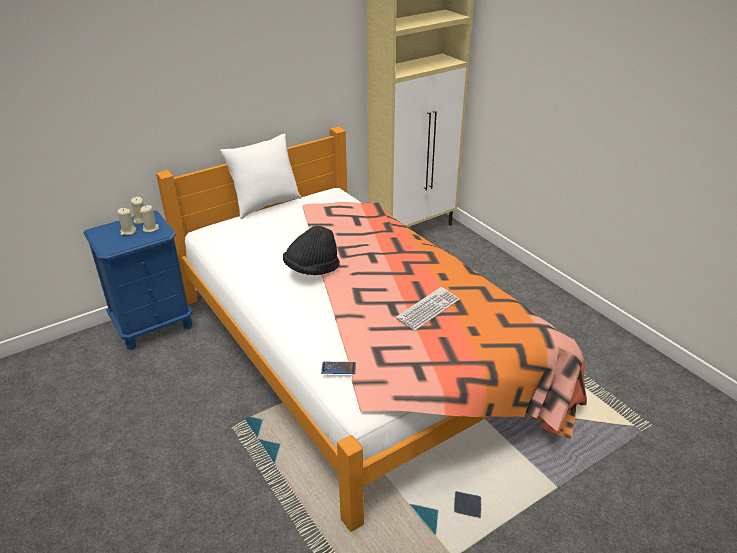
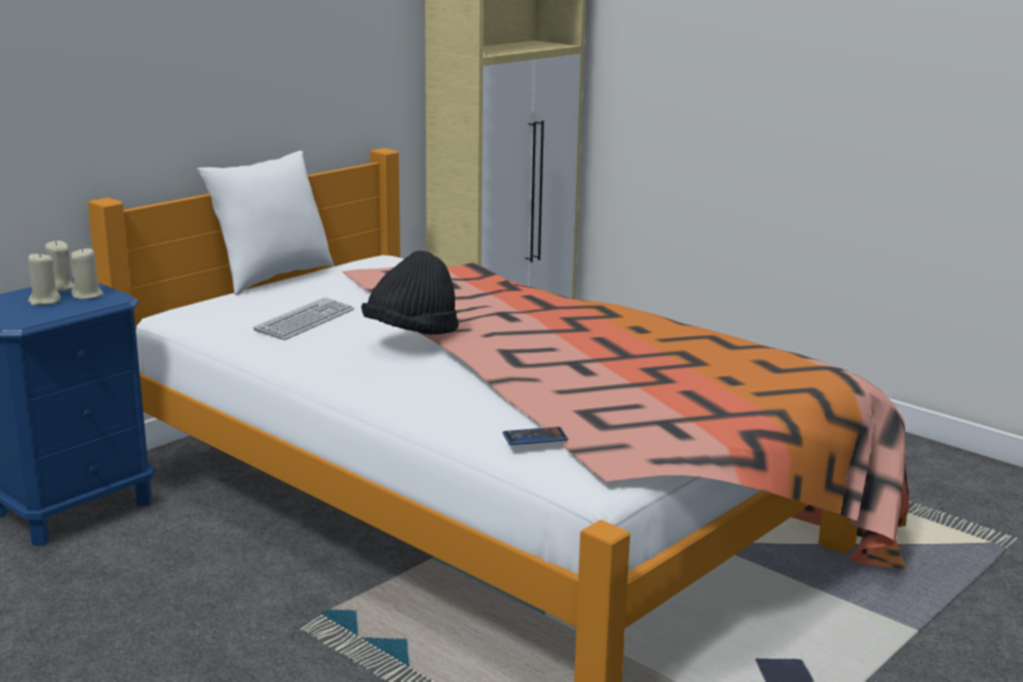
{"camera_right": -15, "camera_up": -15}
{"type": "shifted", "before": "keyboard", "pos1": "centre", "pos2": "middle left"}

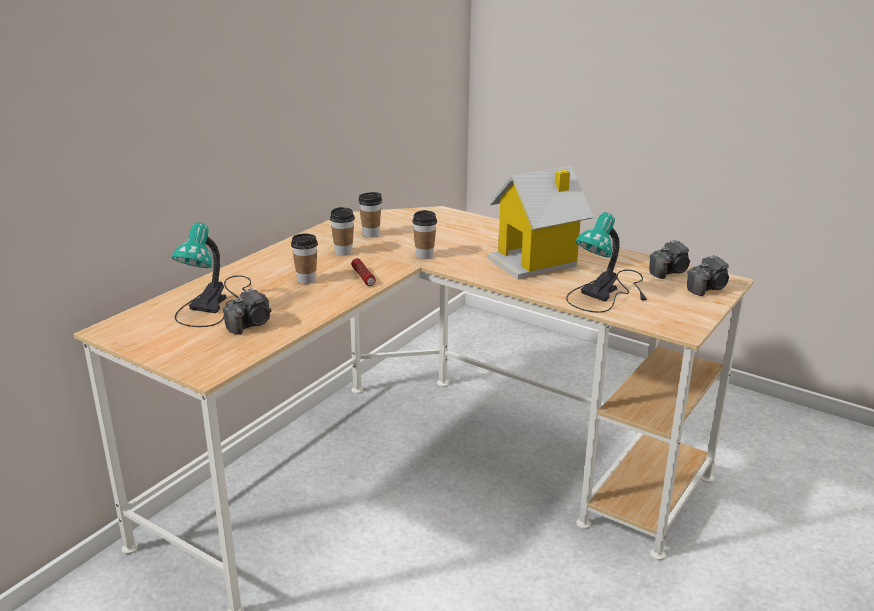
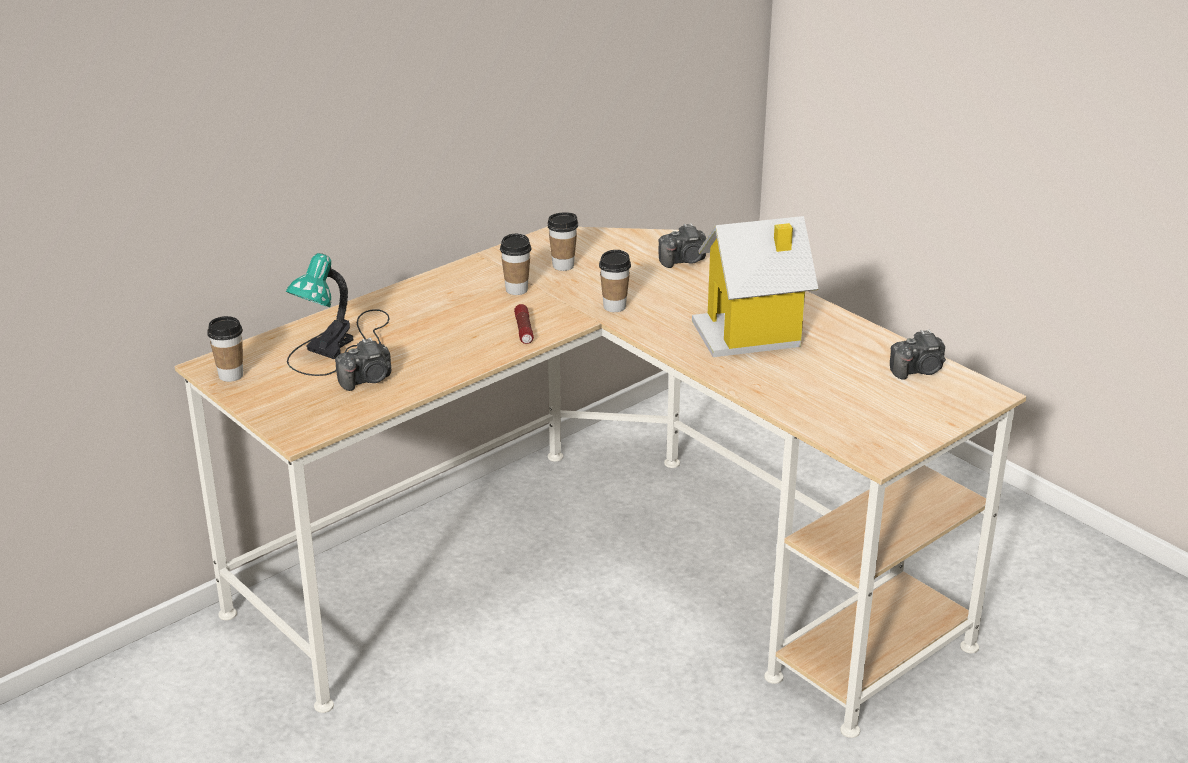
{"camera_right": 15, "camera_up": 5}
{"type": "shifted", "before": "cup (no. 1 from left)", "pos1": "centre", "pos2": "middle left"}
{"type": "gone", "before": "table lamp (no. 2 from left)", "pos1": "middle right"}
{"type": "shifted", "before": "photo camera (no. 3 from left in the first image)", "after": "photo camera (no. 2 from left)", "pos1": "middle right", "pos2": "top centre"}

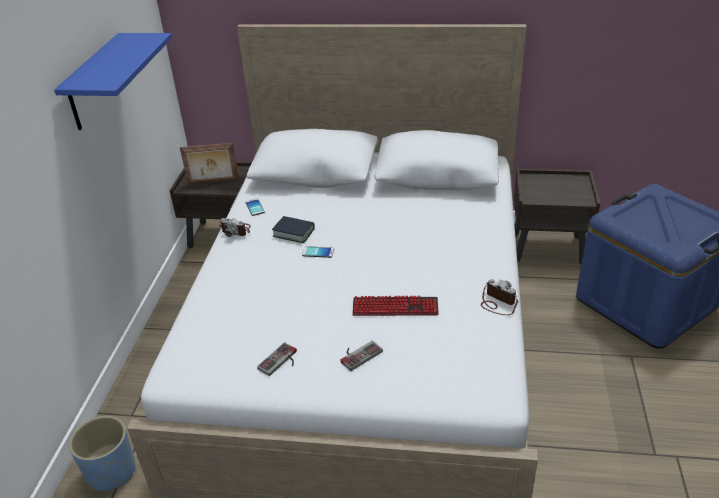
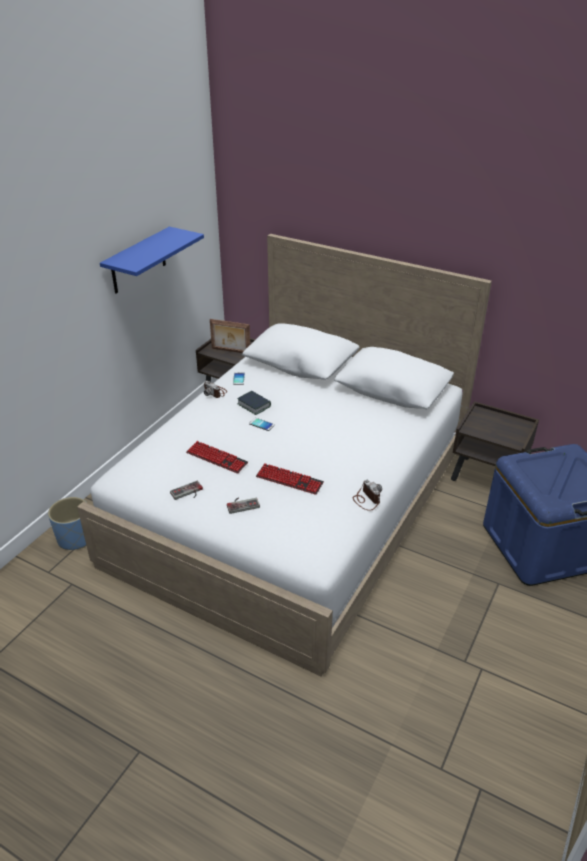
{"camera_right": 20, "camera_up": 0}
{"type": "new", "after": "keyboard (no. 1 from left)", "pos2": "centre"}

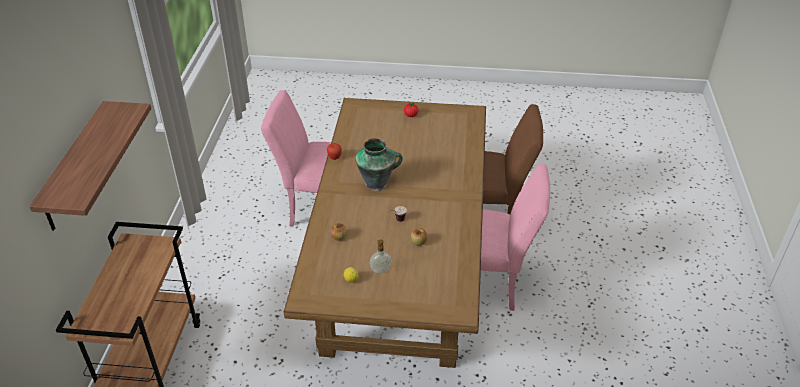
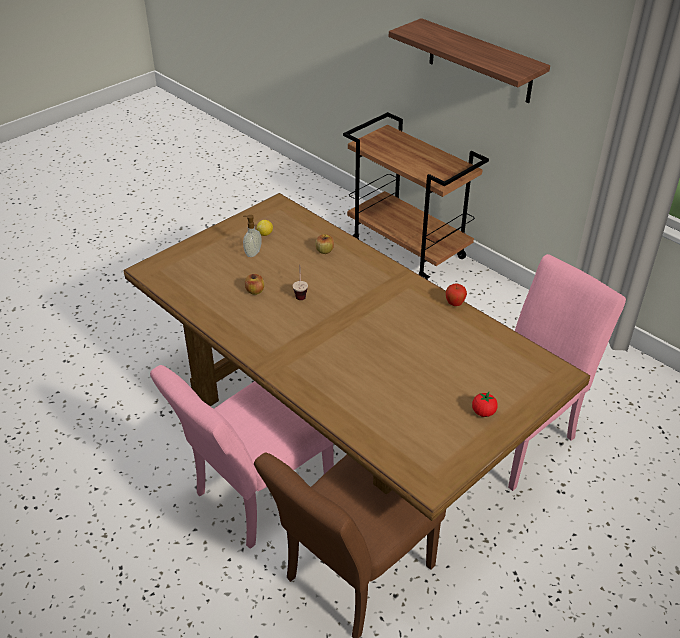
{"camera_right": 130, "camera_up": 0}
{"type": "gone", "before": "vase", "pos1": "centre"}

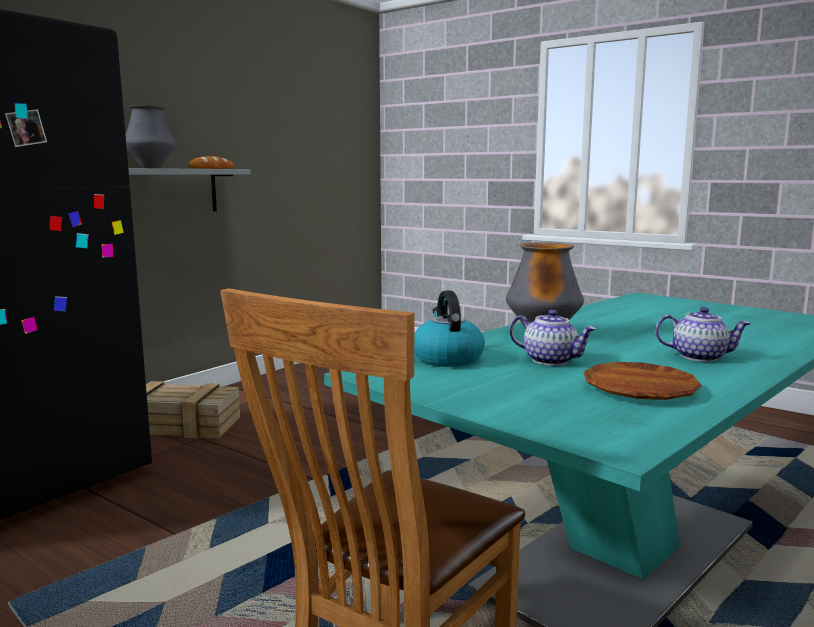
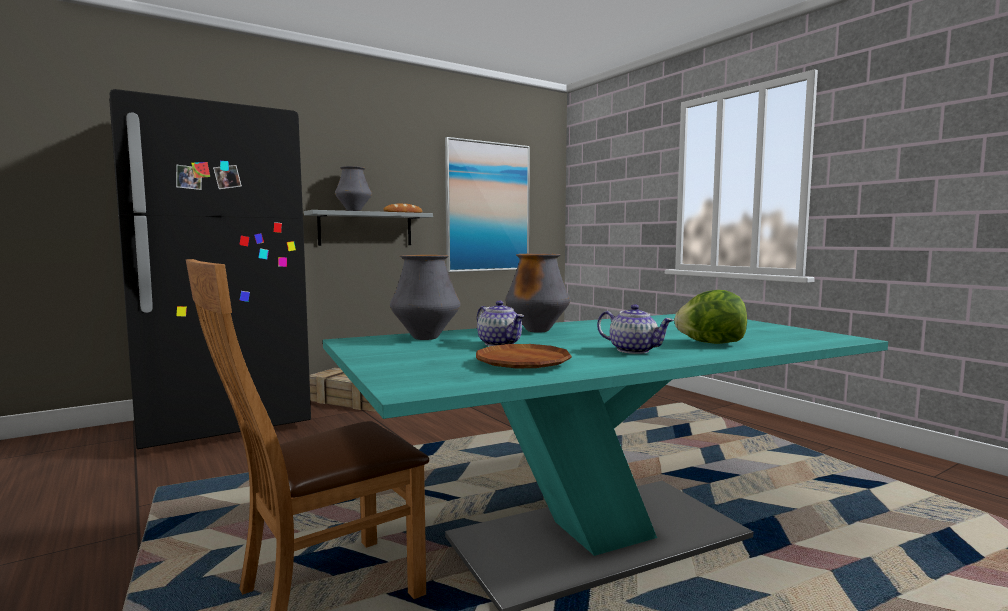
{"camera_right": 20, "camera_up": -5}
{"type": "swapped", "before": "kettle", "after": "vase (no. 2 from left)", "pos1": "centre", "pos2": "centre"}
{"type": "new", "after": "picture", "pos2": "centre"}
{"type": "new", "after": "lettuce", "pos2": "middle right"}

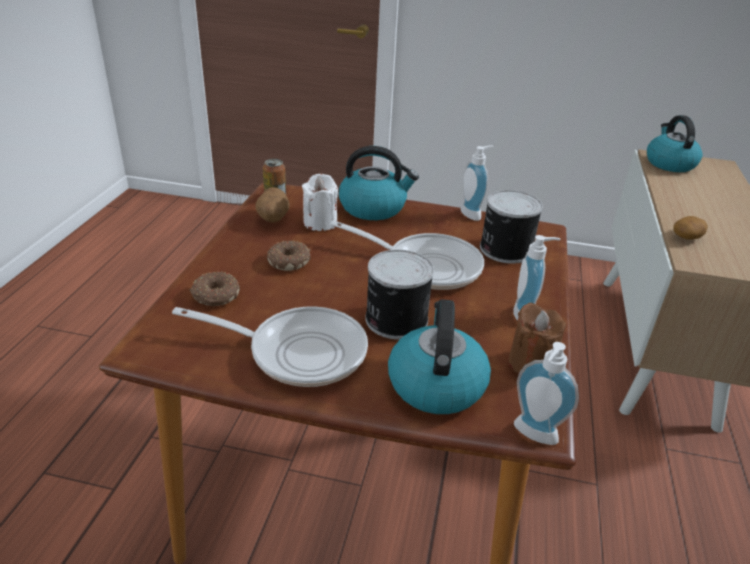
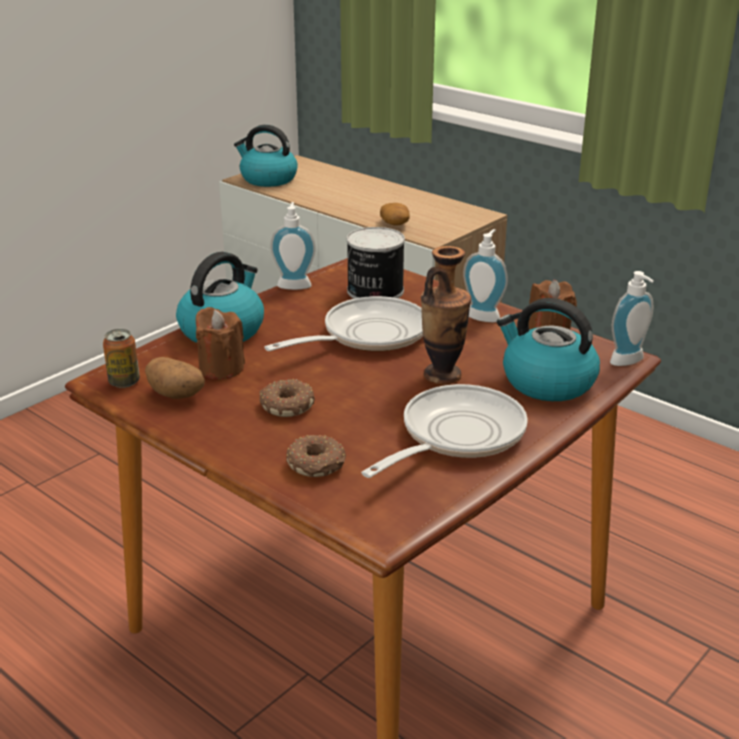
{"camera_right": -60, "camera_up": -5}
{"type": "repainted", "before": "candle (white)", "after": "candle (brown) (no. 1 from left)", "pos1": "centre", "pos2": "middle left"}
{"type": "swapped", "before": "can (no. 2 from left)", "after": "vase", "pos1": "centre", "pos2": "centre"}

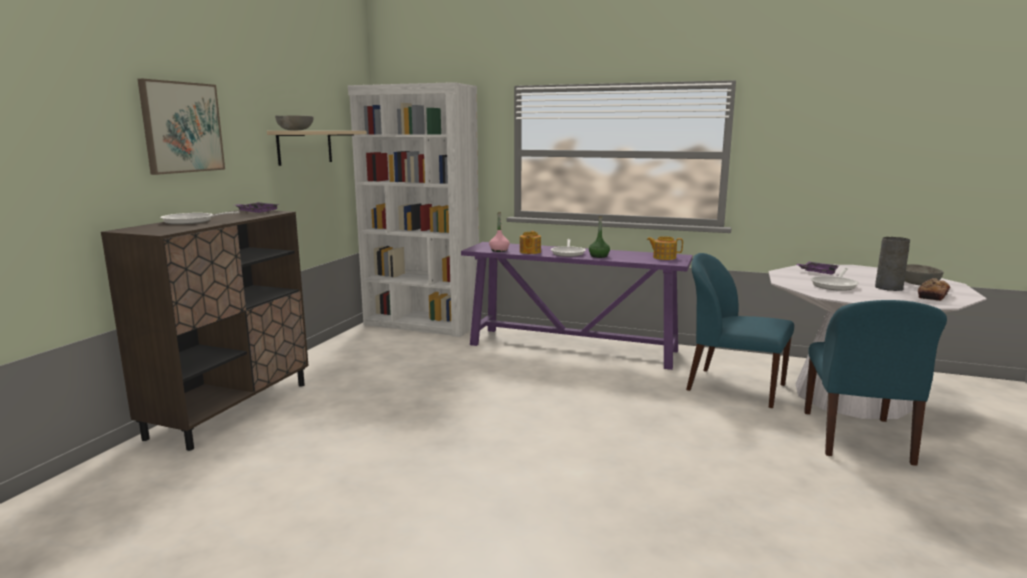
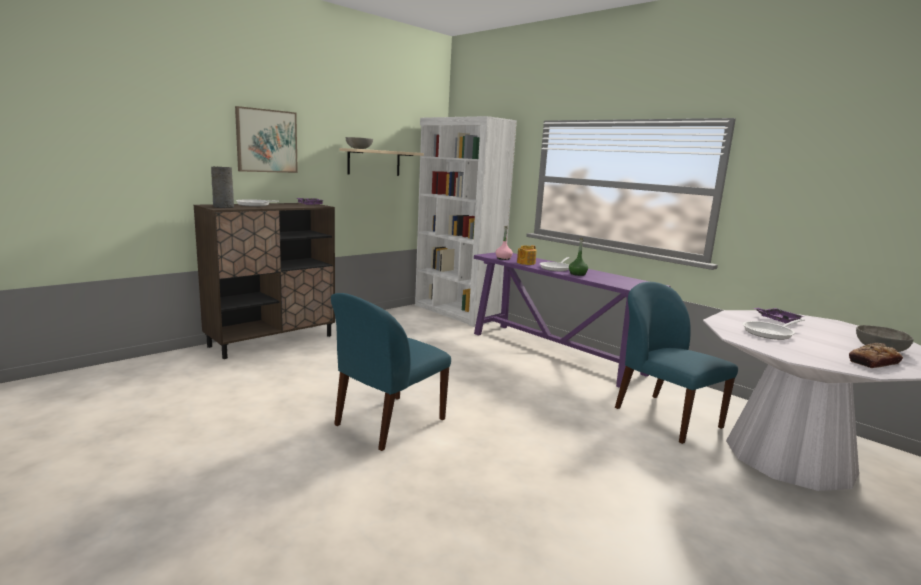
{"camera_right": 25, "camera_up": 0}
{"type": "gone", "before": "teapot (no. 2 from left)", "pos1": "centre"}
{"type": "shifted", "before": "chair (blue) (no. 2 from left in the first image)", "after": "chair (blue) (no. 1 from left)", "pos1": "middle right", "pos2": "centre"}
{"type": "shifted", "before": "vase (grey)", "pos1": "middle right", "pos2": "top left"}

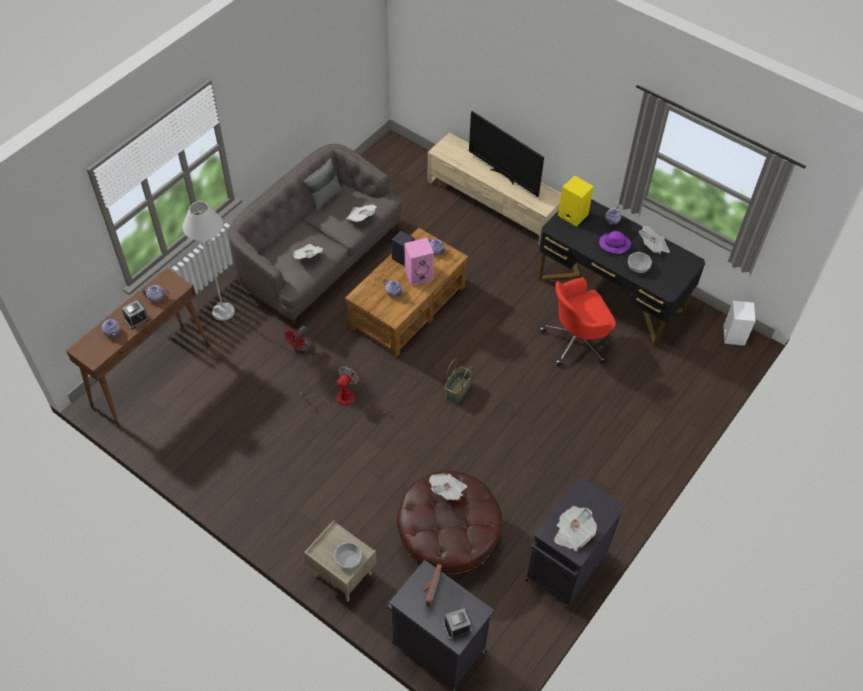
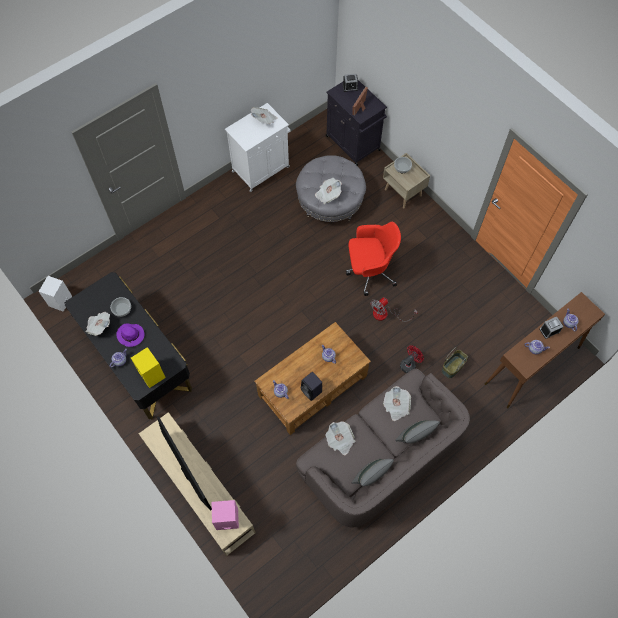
{"camera_right": -165, "camera_up": 10}
{"type": "gone", "before": "floor lamp (grey)", "pos1": "middle left"}
{"type": "repainted", "before": "ottoman (brown)", "after": "ottoman (grey)", "pos1": "bottom centre", "pos2": "top centre"}
{"type": "shifted", "before": "speaker (pink)", "pos1": "centre", "pos2": "bottom centre"}
{"type": "shifted", "before": "basket", "pos1": "centre", "pos2": "middle right"}
{"type": "repainted", "before": "cabinet (black) (no. 2 from left)", "after": "cabinet (white)", "pos1": "bottom right", "pos2": "top centre"}
{"type": "shifted", "before": "office chair (red)", "pos1": "middle right", "pos2": "centre"}
{"type": "new", "after": "pillow (grey) (no. 2 from left)", "pos2": "bottom right"}

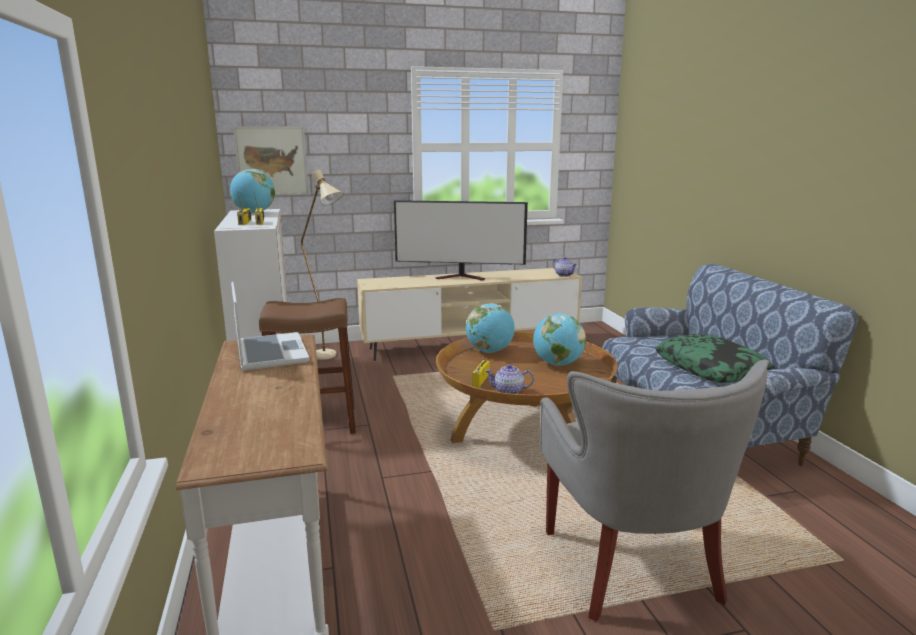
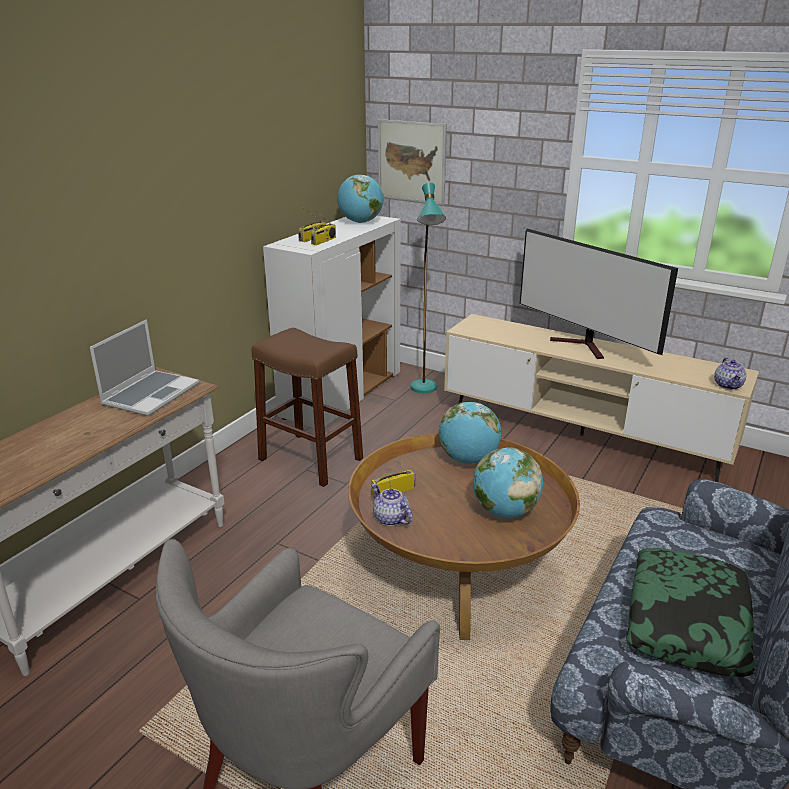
{"camera_right": 45, "camera_up": 10}
{"type": "repainted", "before": "floor lamp (beige)", "after": "floor lamp (turquoise)", "pos1": "centre", "pos2": "centre"}

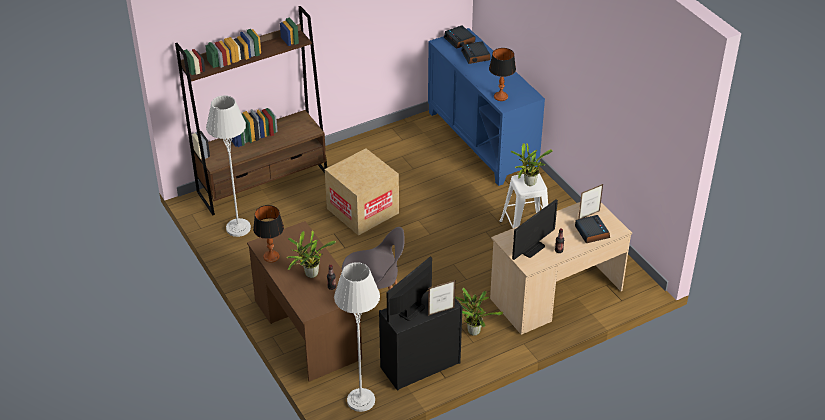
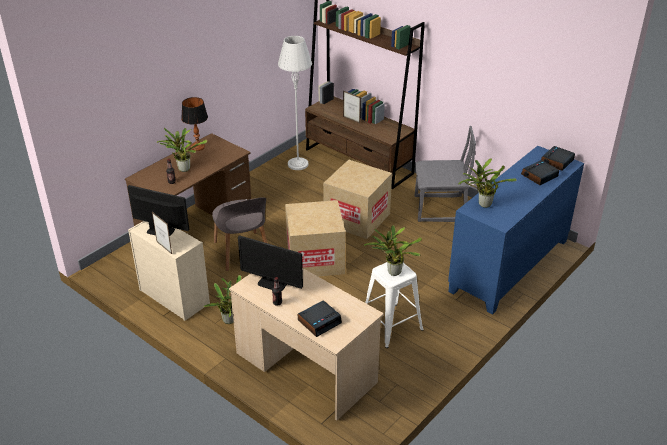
{"camera_right": 70, "camera_up": -5}
{"type": "gone", "before": "floor lamp (grey) (no. 2 from left)", "pos1": "bottom centre"}
{"type": "repainted", "before": "dresser (black)", "after": "dresser (beige)", "pos1": "bottom centre", "pos2": "middle left"}
{"type": "swapped", "before": "table lamp (no. 2 from left)", "after": "potted plant (no. 4 from left)", "pos1": "top centre", "pos2": "middle right"}
{"type": "shifted", "before": "picture frame (no. 2 from left)", "pos1": "middle right", "pos2": "top centre"}
{"type": "new", "after": "cardboard box (no. 1 from left)", "pos2": "centre"}
{"type": "new", "after": "chair (grey) (no. 2 from left)", "pos2": "middle right"}

